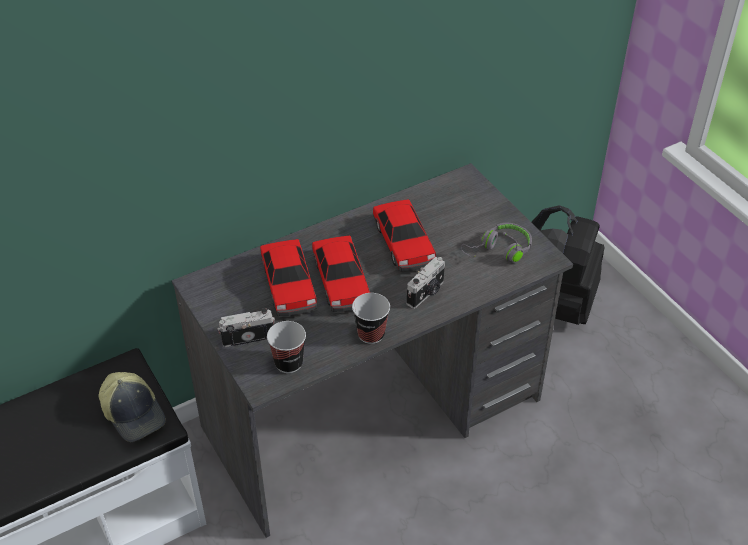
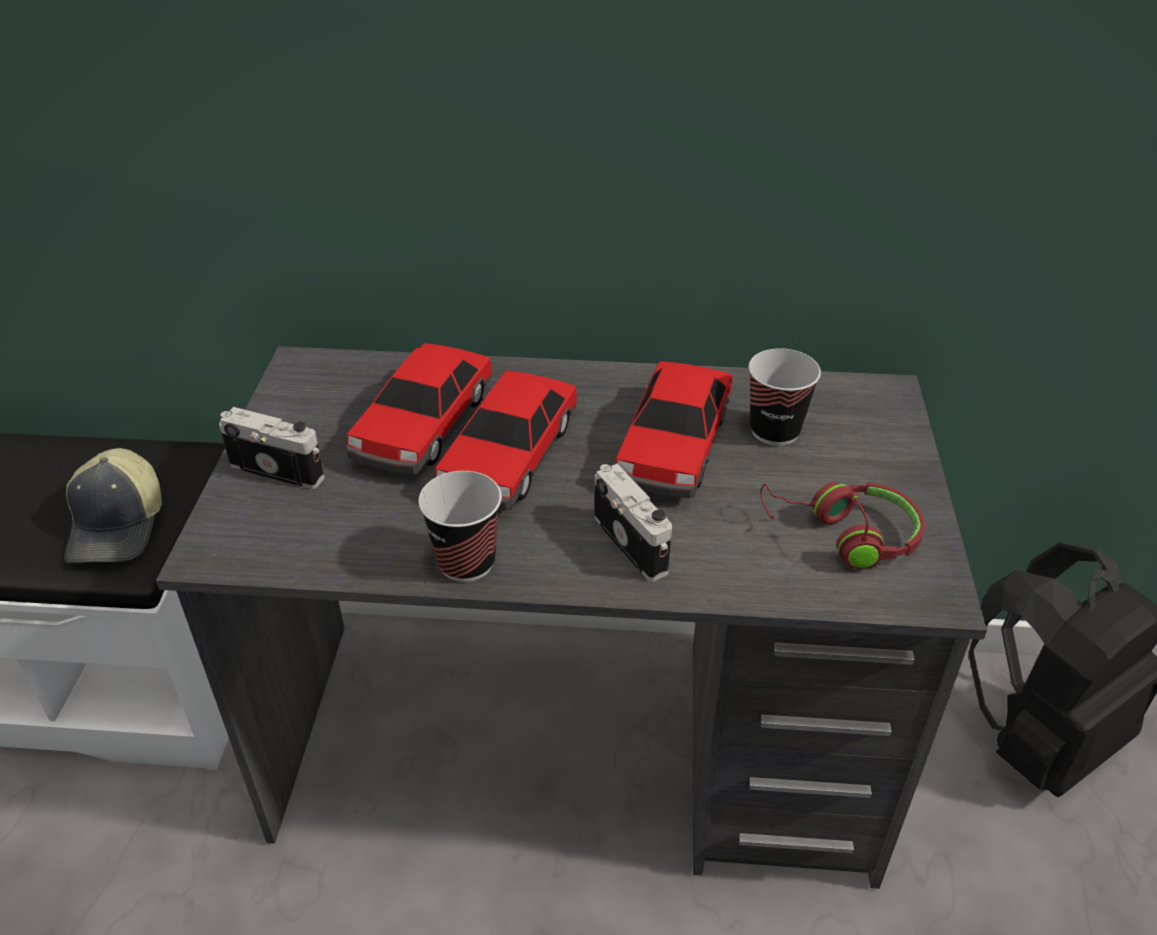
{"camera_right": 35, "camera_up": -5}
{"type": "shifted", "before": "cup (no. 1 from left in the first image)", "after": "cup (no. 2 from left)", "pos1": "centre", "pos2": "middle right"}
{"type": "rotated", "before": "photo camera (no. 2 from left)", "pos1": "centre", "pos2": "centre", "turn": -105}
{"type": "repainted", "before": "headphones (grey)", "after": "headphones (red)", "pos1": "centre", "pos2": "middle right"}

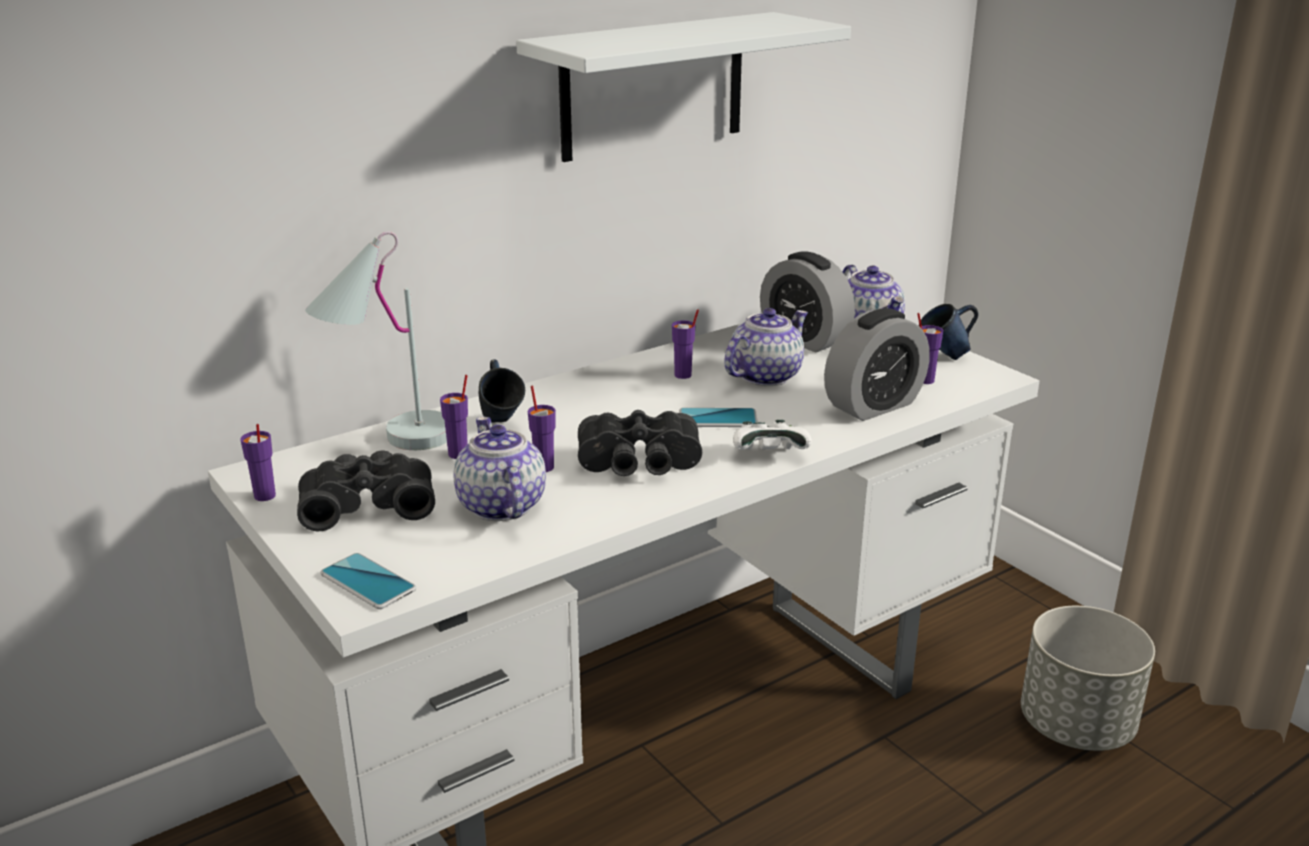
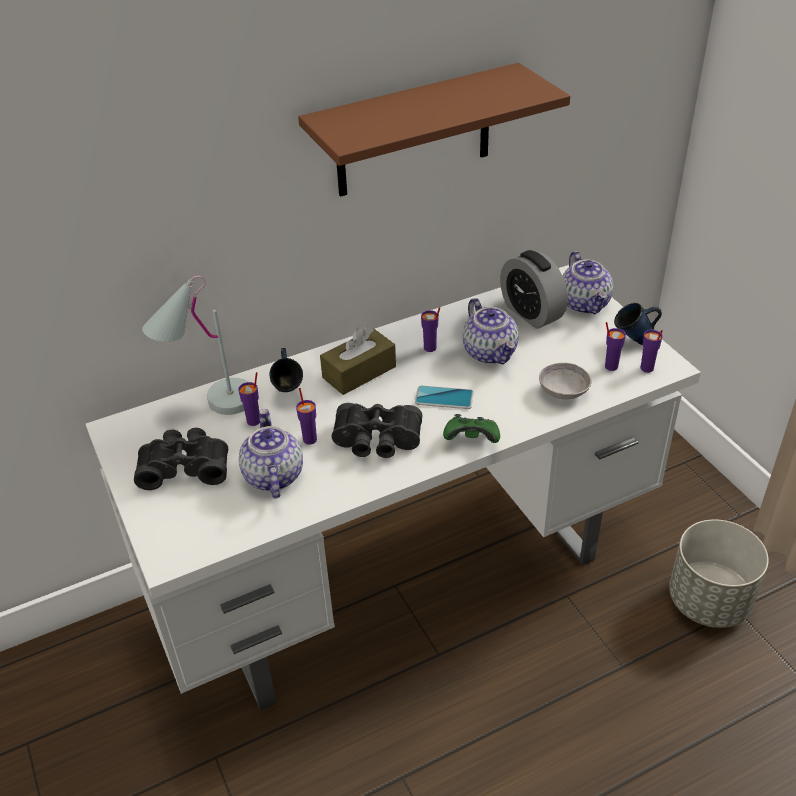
{"camera_right": 10, "camera_up": 15}
{"type": "shifted", "before": "cup (purple) (no. 1 from left in the first image)", "after": "cup (purple) (no. 5 from left)", "pos1": "middle left", "pos2": "middle right"}
{"type": "gone", "before": "phone (no. 1 from left)", "pos1": "bottom left"}
{"type": "repainted", "before": "shelf (white)", "after": "shelf (brown)", "pos1": "top centre", "pos2": "top centre"}
{"type": "rotated", "before": "teapot (no. 2 from left)", "pos1": "centre", "pos2": "centre", "turn": 105}
{"type": "repainted", "before": "game controller (white)", "after": "game controller (green)", "pos1": "centre", "pos2": "centre"}
{"type": "swapped", "before": "alarm clock (no. 2 from left)", "after": "bowl (grey)", "pos1": "middle right", "pos2": "middle right"}
{"type": "new", "after": "tissue box (brown)", "pos2": "centre"}

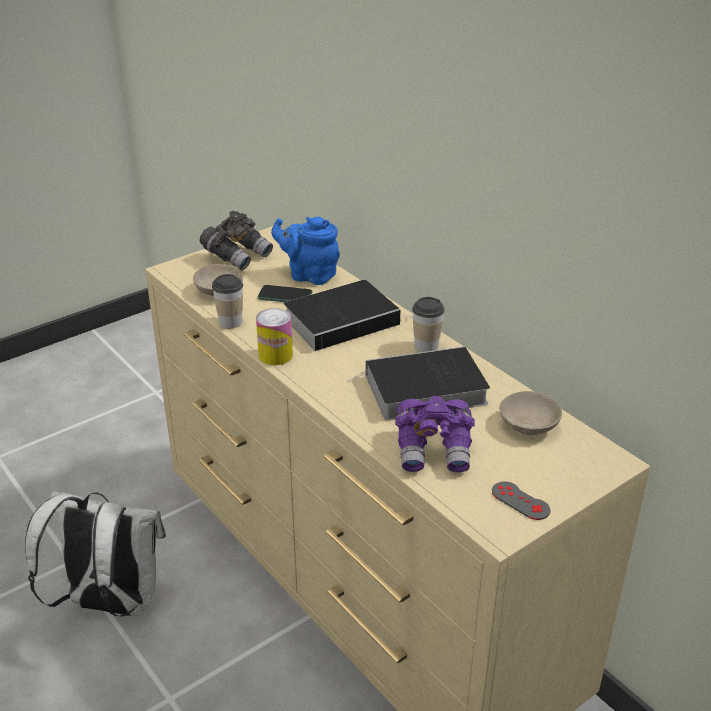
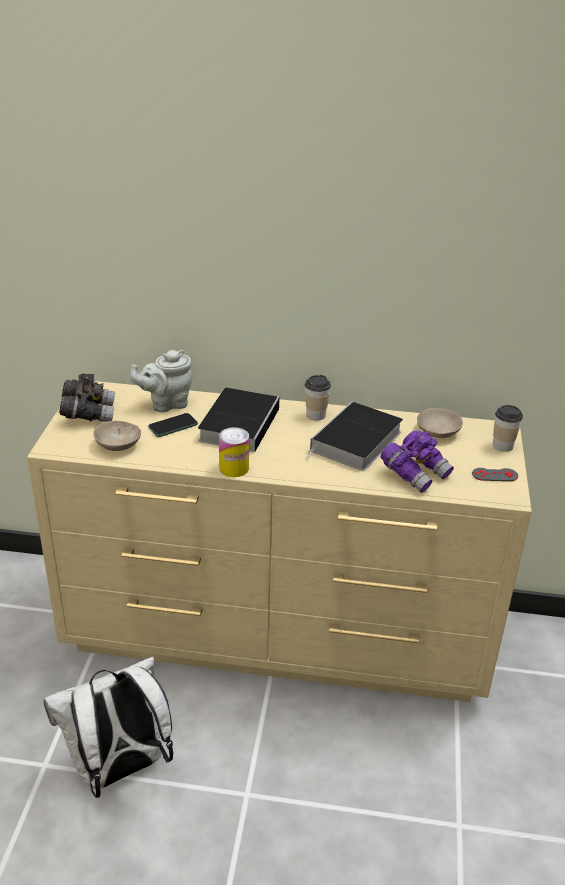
{"camera_right": -45, "camera_up": 0}
{"type": "shifted", "before": "cup (no. 1 from left in the first image)", "after": "cup (no. 2 from left)", "pos1": "middle left", "pos2": "middle right"}
{"type": "repainted", "before": "teapot (blue)", "after": "teapot (grey)", "pos1": "centre", "pos2": "middle left"}

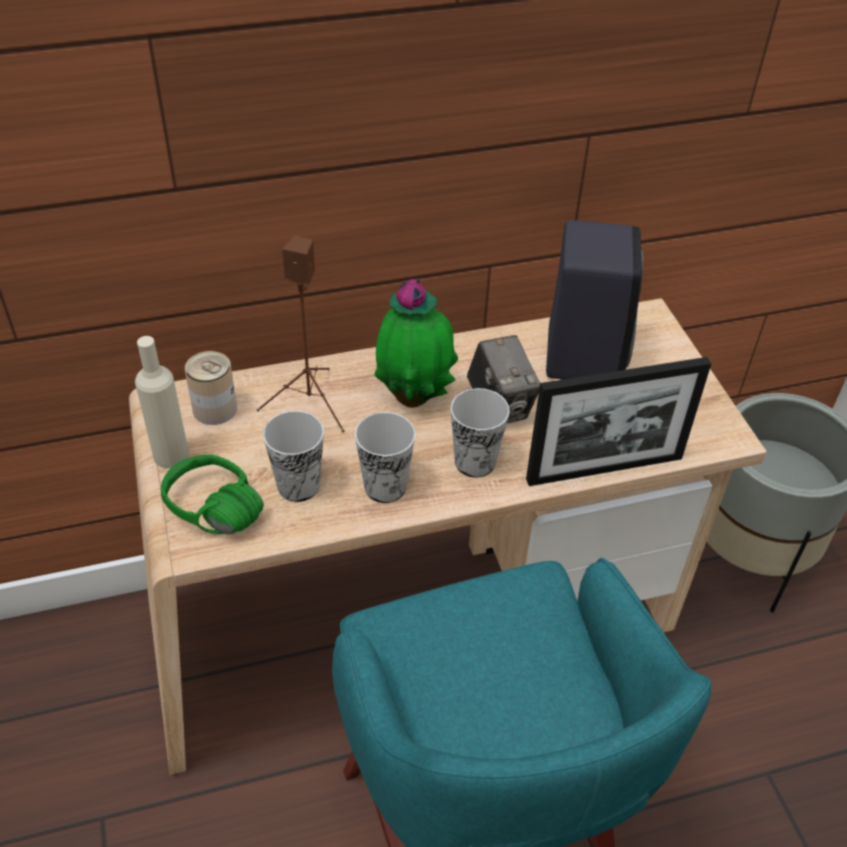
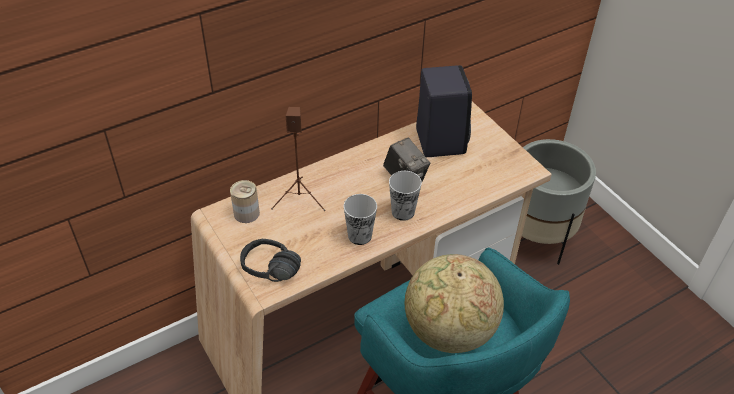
{"camera_right": -15, "camera_up": 0}
{"type": "gone", "before": "bottle (beige)", "pos1": "middle left"}
{"type": "repainted", "before": "headphones (green)", "after": "headphones (black)", "pos1": "middle left", "pos2": "centre"}
{"type": "gone", "before": "cup (no. 1 from left)", "pos1": "centre"}
{"type": "gone", "before": "potted plant", "pos1": "centre"}
{"type": "gone", "before": "picture frame", "pos1": "middle right"}
{"type": "new", "after": "globe", "pos2": "bottom centre"}

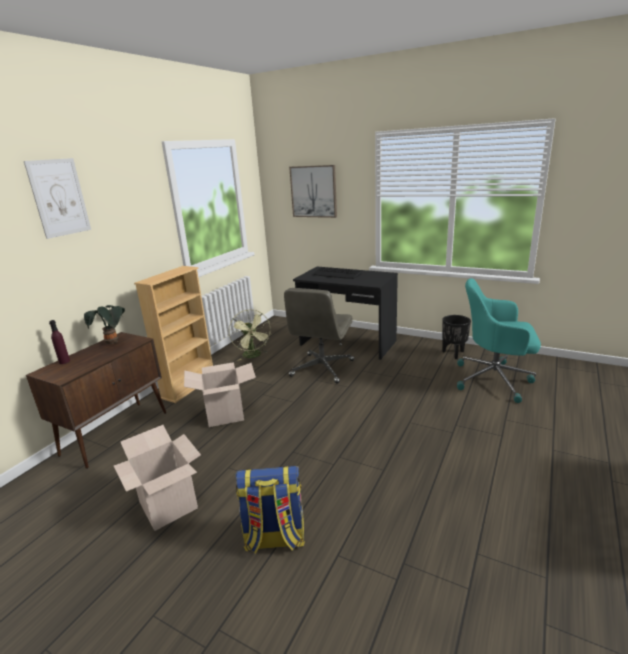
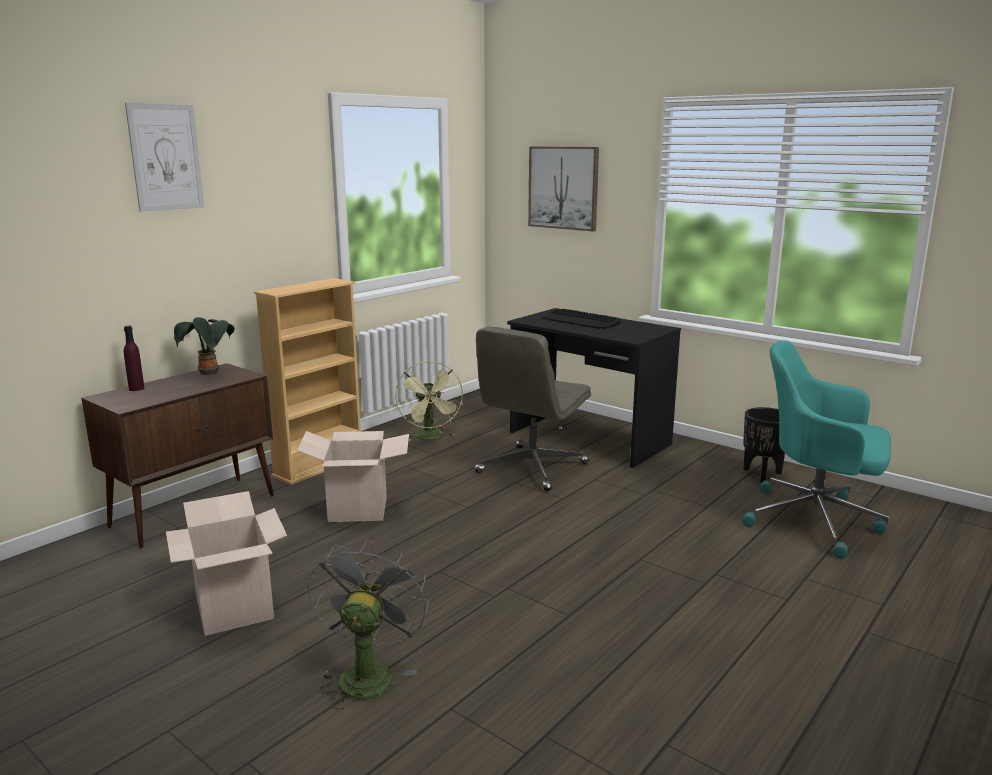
{"camera_right": 10, "camera_up": -5}
{"type": "swapped", "before": "backpack", "after": "fan (grey)", "pos1": "bottom centre", "pos2": "bottom centre"}

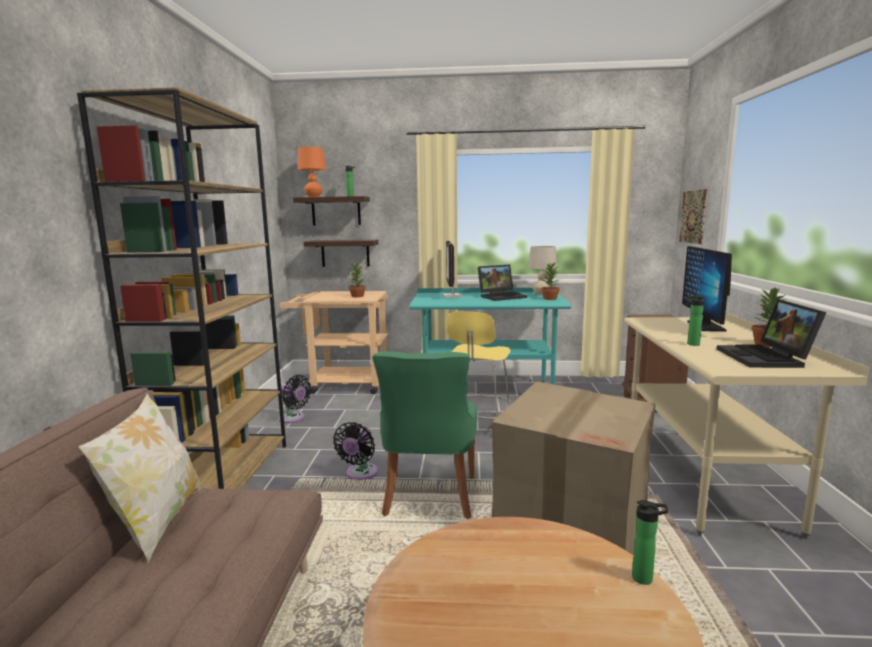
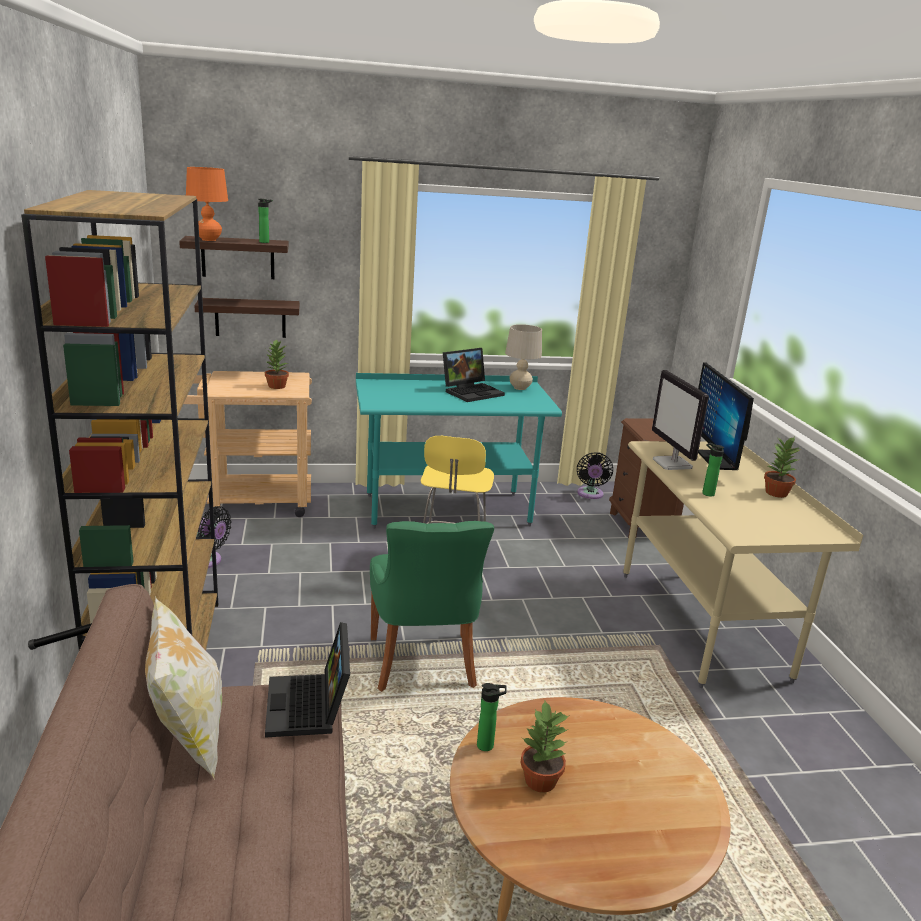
{"camera_right": -15, "camera_up": 10}
{"type": "shifted", "before": "fan (black) (no. 2 from left)", "pos1": "bottom centre", "pos2": "centre"}
{"type": "shifted", "before": "monitor (no. 1 from left)", "pos1": "centre", "pos2": "middle right"}
{"type": "gone", "before": "cardboard box", "pos1": "bottom centre"}
{"type": "shifted", "before": "potted plant (no. 2 from left)", "pos1": "centre", "pos2": "bottom centre"}
{"type": "shifted", "before": "bottle (no. 2 from left)", "pos1": "bottom right", "pos2": "bottom centre"}
{"type": "gone", "before": "picture", "pos1": "middle right"}
{"type": "shifted", "before": "laptop (no. 2 from left in the first image)", "after": "laptop (no. 1 from left)", "pos1": "middle right", "pos2": "bottom centre"}

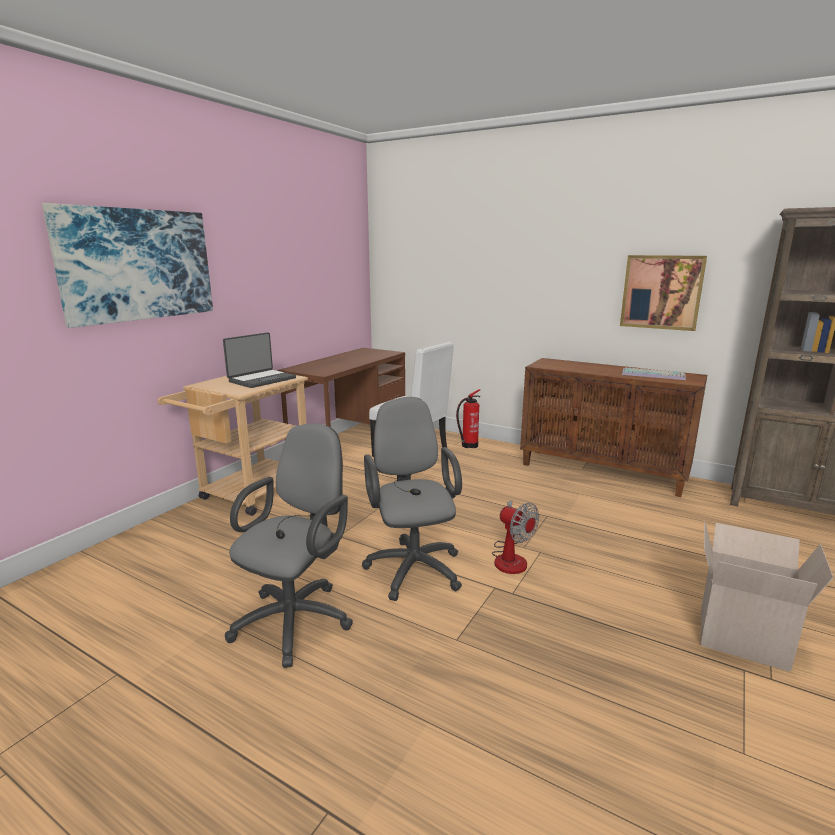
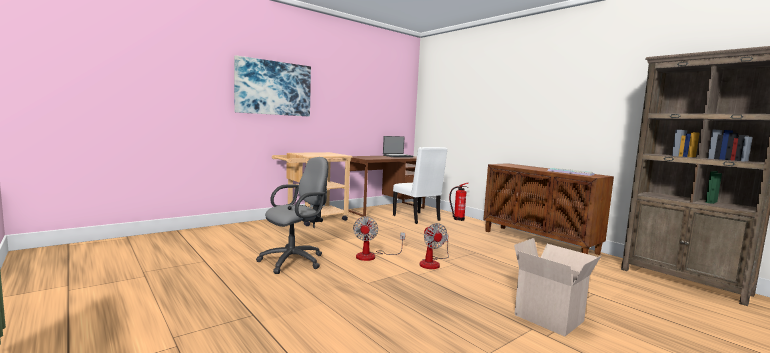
{"camera_right": 20, "camera_up": -10}
{"type": "shifted", "before": "laptop", "pos1": "middle left", "pos2": "centre"}
{"type": "swapped", "before": "office chair (grey) (no. 2 from left)", "after": "fan (no. 1 from left)", "pos1": "centre", "pos2": "bottom centre"}
{"type": "gone", "before": "picture (no. 2 from left)", "pos1": "middle right"}

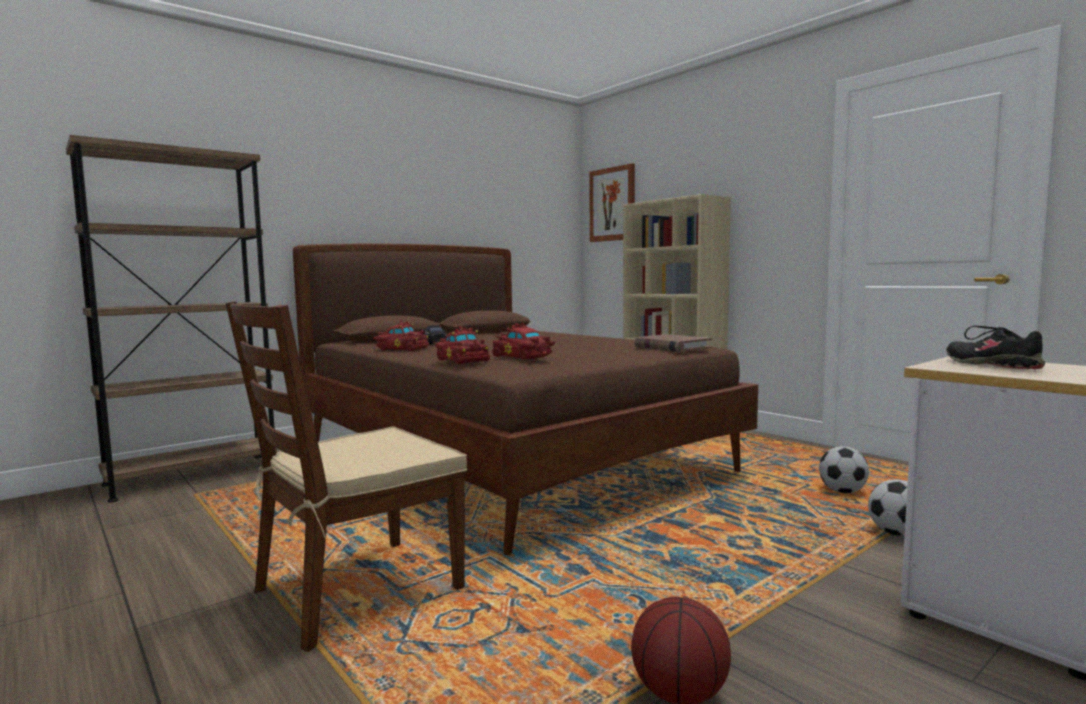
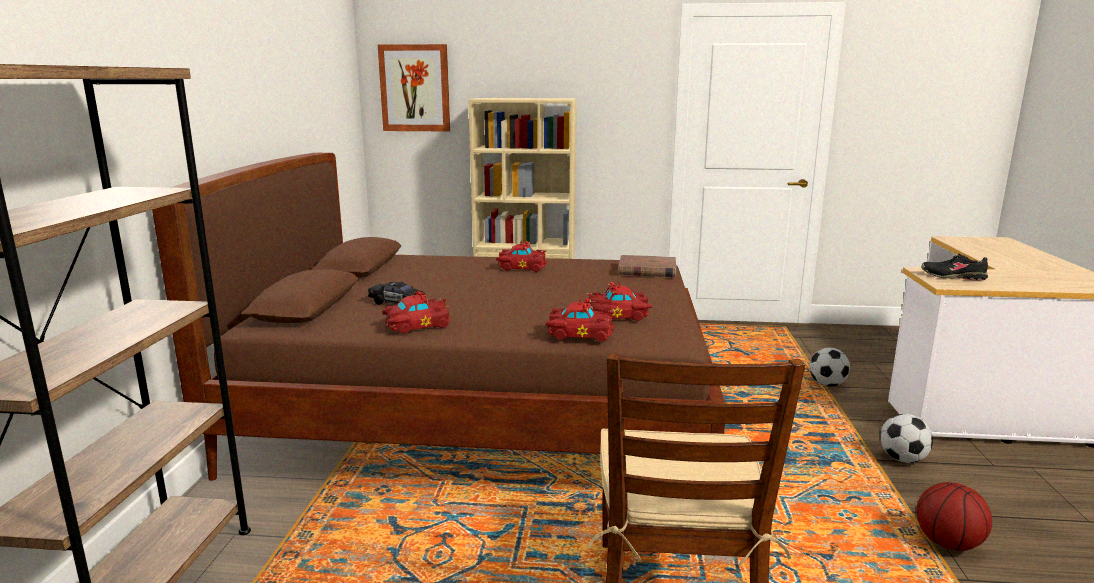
{"camera_right": -45, "camera_up": 10}
{"type": "shifted", "before": "football (no. 1 from left in the first image)", "after": "football (no. 2 from left)", "pos1": "middle right", "pos2": "bottom right"}
{"type": "new", "after": "toy car (red) (no. 2 from left)", "pos2": "centre"}

